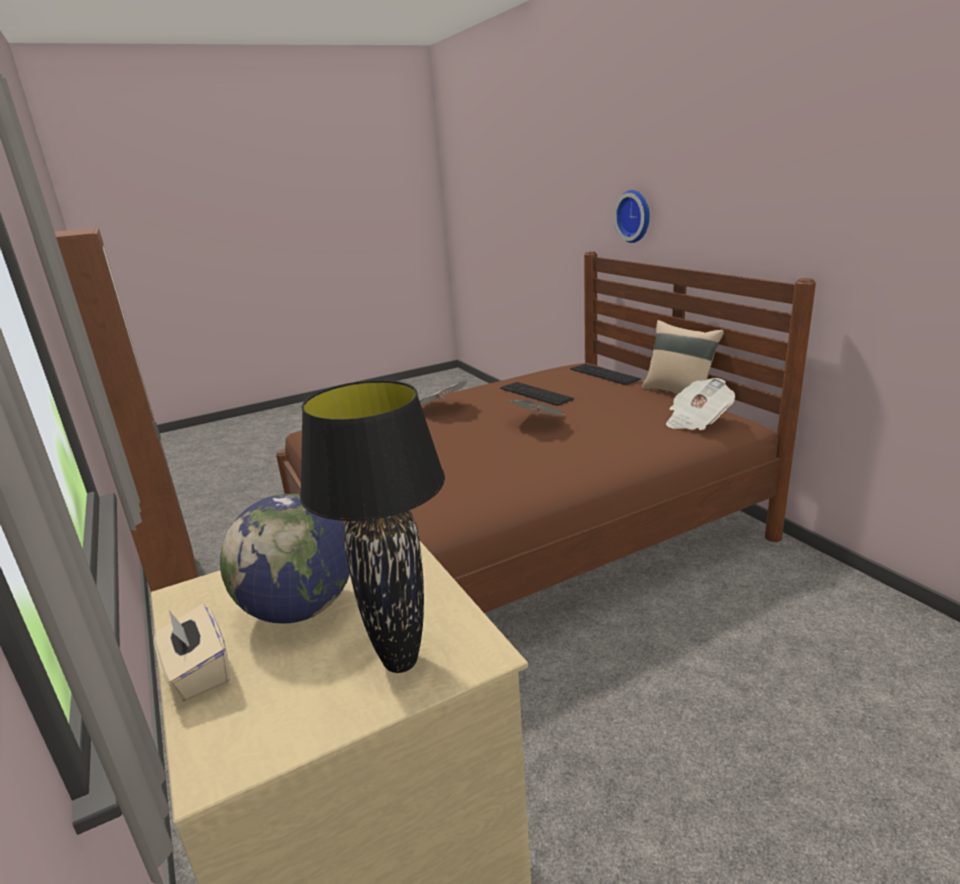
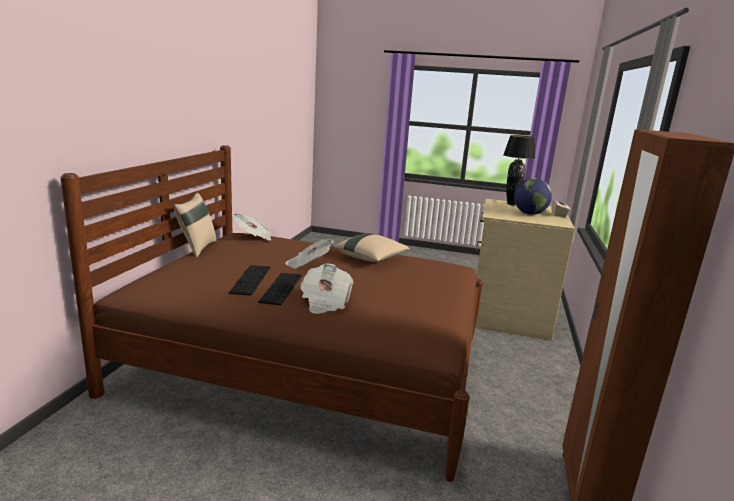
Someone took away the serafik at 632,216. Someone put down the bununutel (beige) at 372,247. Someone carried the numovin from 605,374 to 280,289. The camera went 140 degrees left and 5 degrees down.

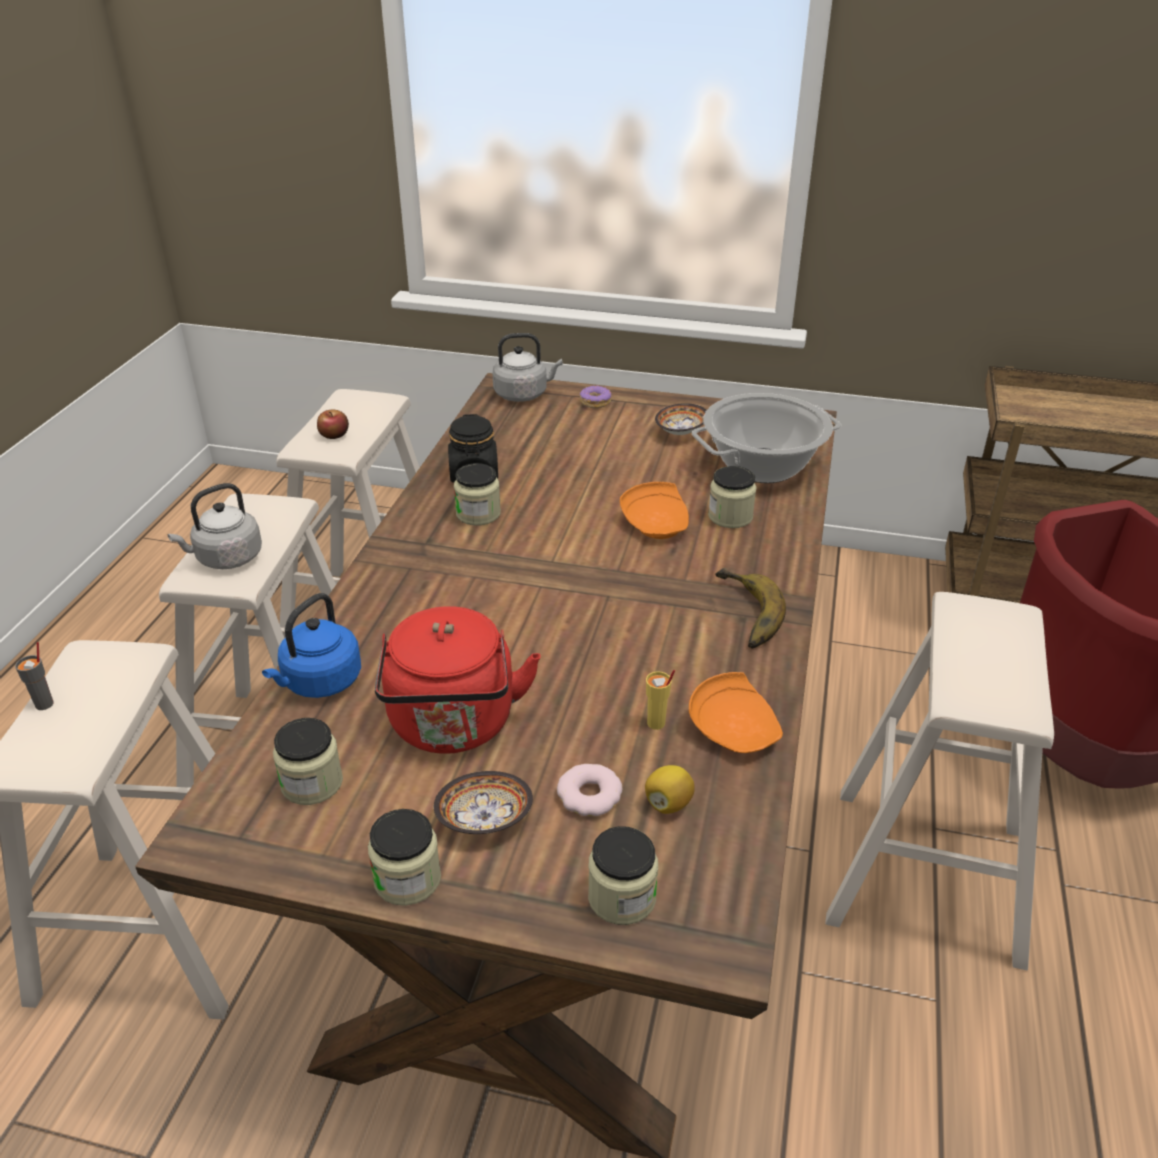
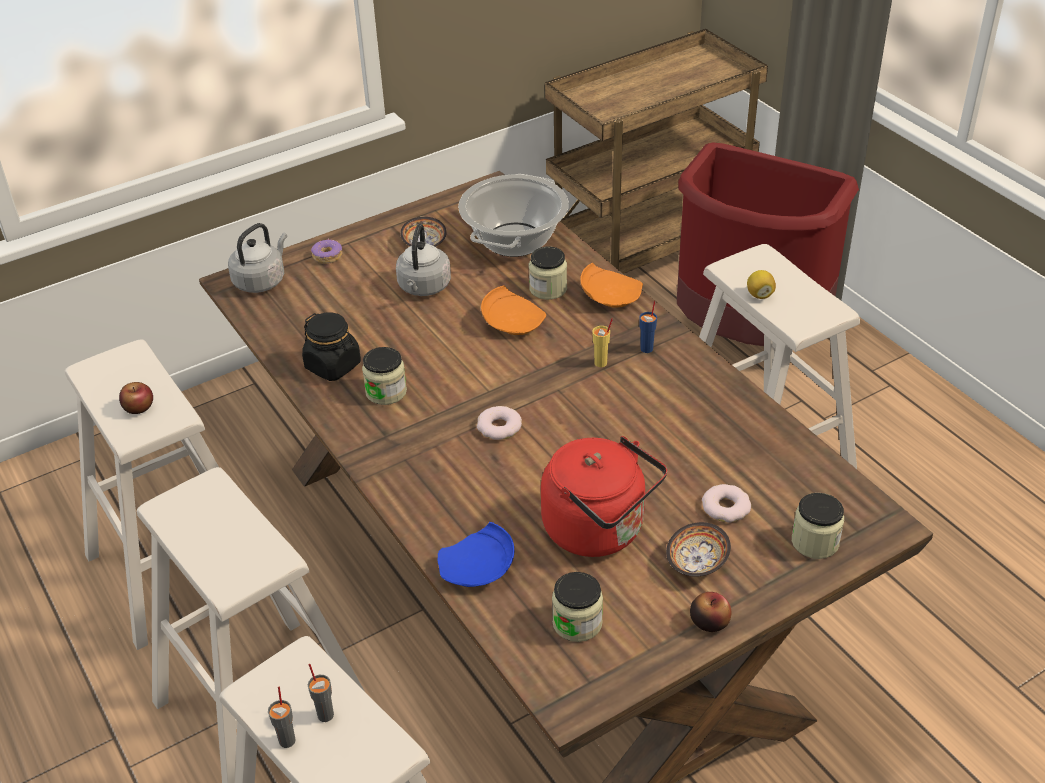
Someone put down the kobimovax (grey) at 321,693. Someone put down the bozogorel at 499,423. Someone carried the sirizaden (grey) from 215,526 to 423,260. Someone carried the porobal from 670,789 to 761,284. Someone carried the kobimovax (yellow) from 660,700 to 602,342. Someone carried the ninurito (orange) from 736,712 to 611,285. Someone swapped the sirizaden (blue) at 311,645 for the ninurito (blue) at 476,554. Someone swapped the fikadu at 404,857 for the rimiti at 710,612. Someone swapped the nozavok at 750,608 for the kobimovax (blue) at 648,327. The camera went 45 degrees left and 5 degrees up.

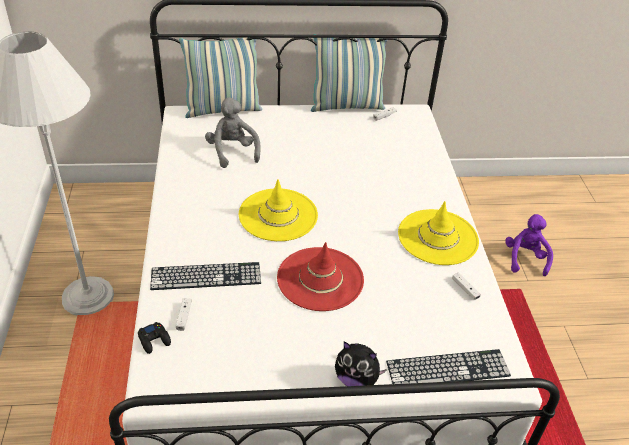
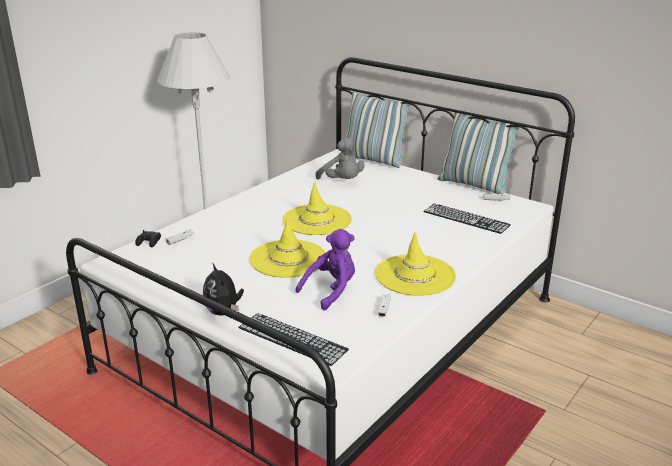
Someone carried the numovin from 205,276 to 467,218. Someone carried the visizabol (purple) from 529,245 to 325,269. Someone repainted the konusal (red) at 320,276, which became the konusal (yellow) at 288,248. Someone rotated the visizabol (grey) at 233,132 by 120 degrees clockwise. The camera went 45 degrees right and 15 degrees down.

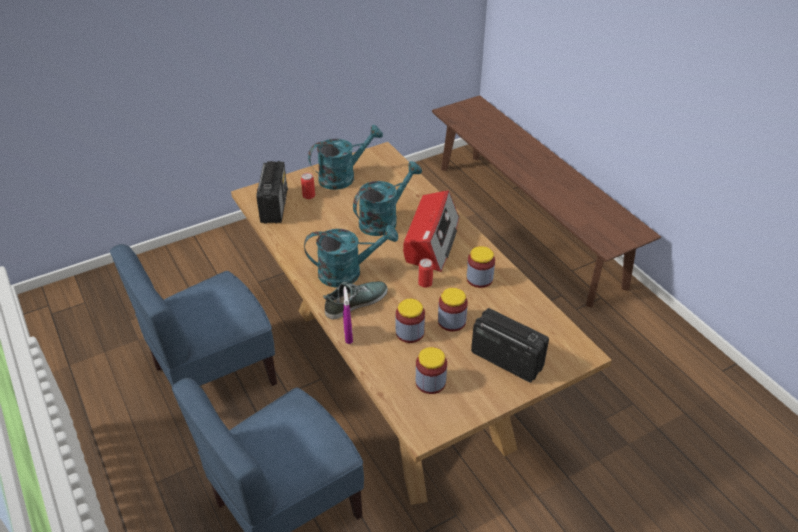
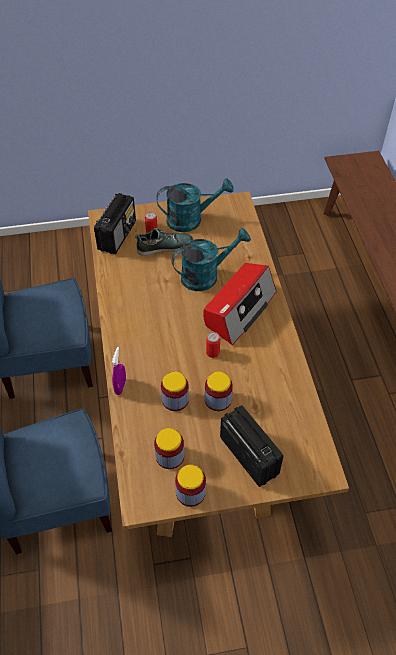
Someone took away the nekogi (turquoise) at 351,256. Someone carried the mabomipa from 355,300 to 164,242. Someone carried the fikadu from 480,267 to 190,486. The camera went 20 degrees right and 10 degrees up.

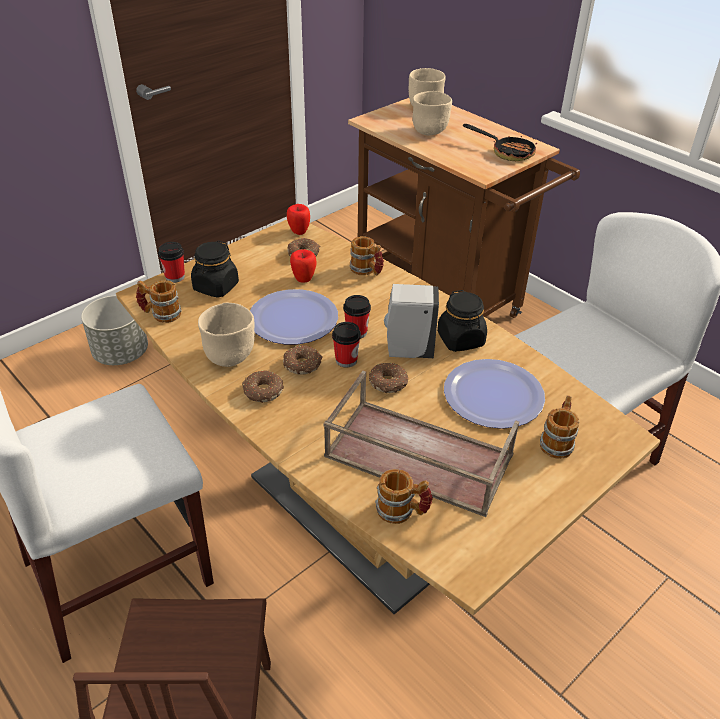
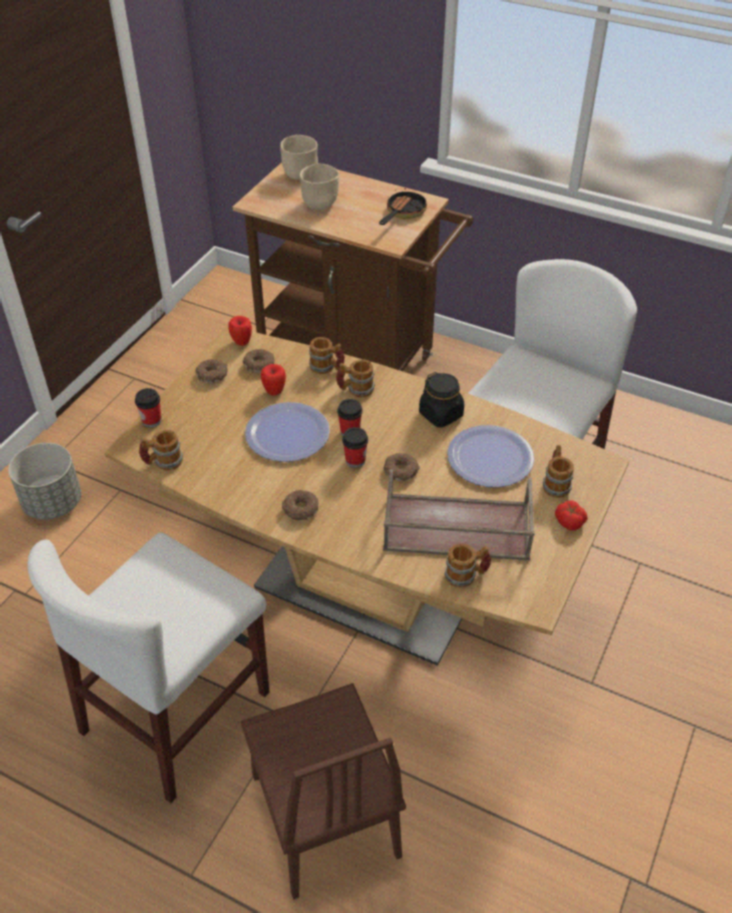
Someone took away the fikadu (black) at 215,269. Someone took away the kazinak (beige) at 226,335. Someone took away the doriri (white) at 411,321. Someone put down the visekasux at 355,378. Someone put down the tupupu at 571,515. Someone carried the bozogorel from 303,360 to 211,371. Someone rotated the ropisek at 500,142 by 75 degrees counterclockwise. The camera went 20 degrees left and 5 degrees up.

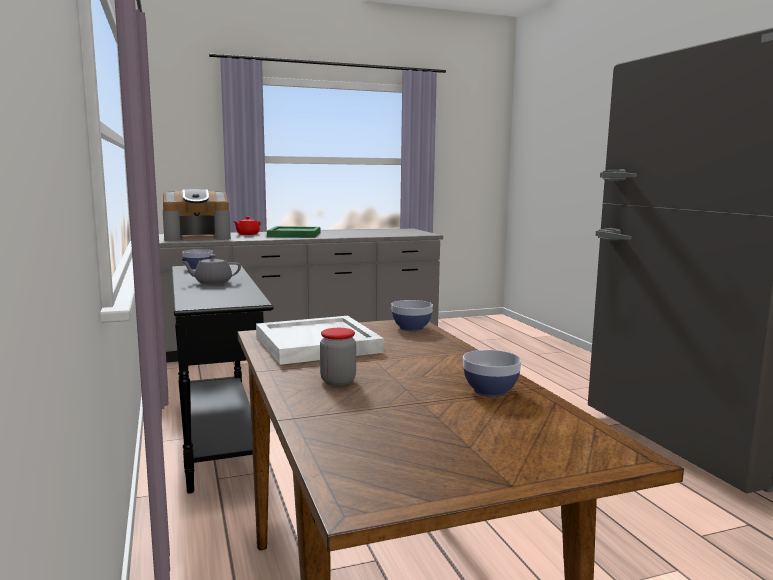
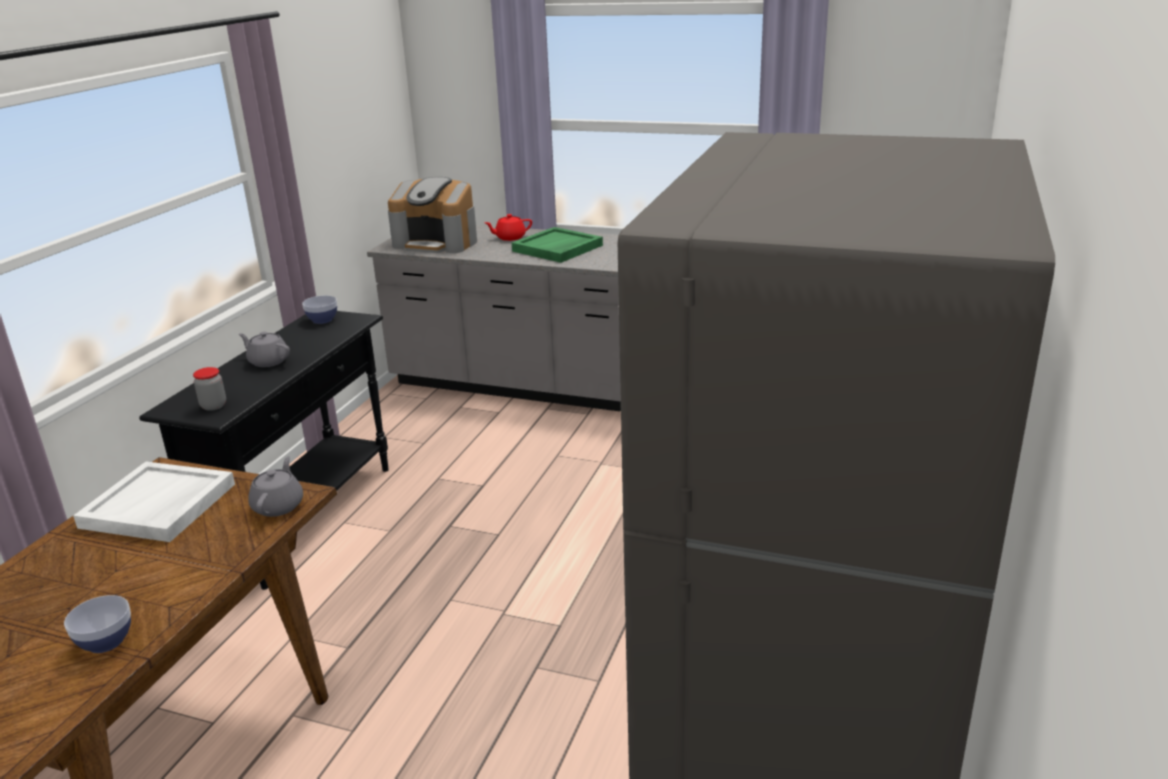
Someone carried the fikadu from 338,357 to 209,389. Someone swapped the kazinak at 412,315 for the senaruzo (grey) at 275,486. The camera went 40 degrees right and 15 degrees up.

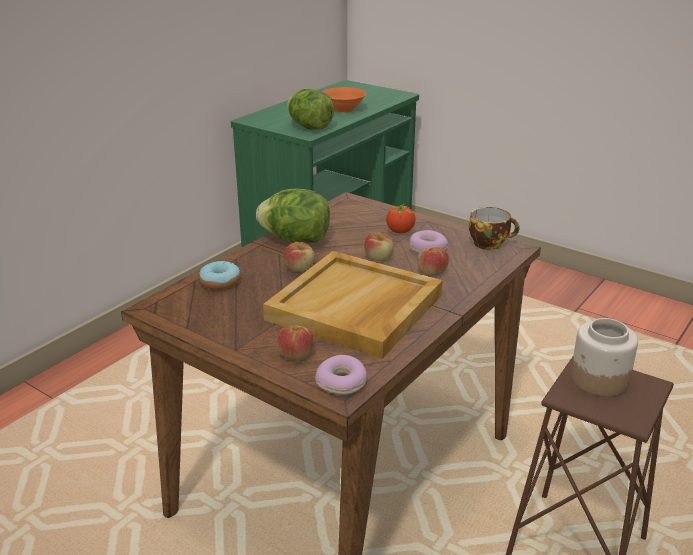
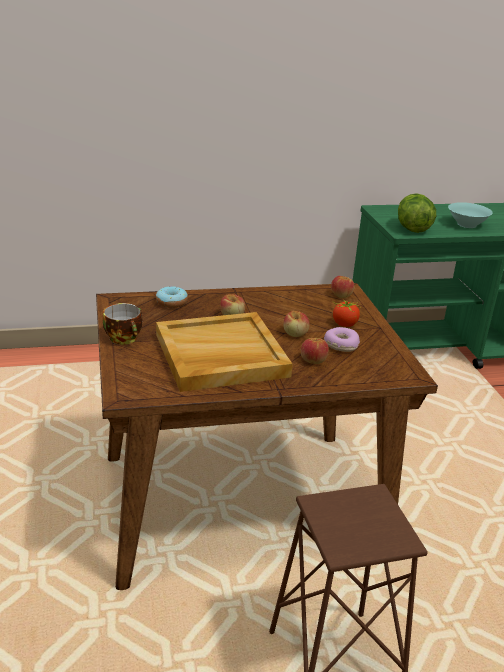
Someone took away the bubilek at 293,216. Someone took away the bozogorel at 341,375. Someone took away the fikadu at 604,357. Someone carried the rimiti from 295,342 to 342,287. Someone carried the kobimovax from 494,228 to 122,324. Someone repainted the kazinak (orange) at 344,100, which became the kazinak (turquoise) at 470,215. The camera went 40 degrees right and 0 degrees up.

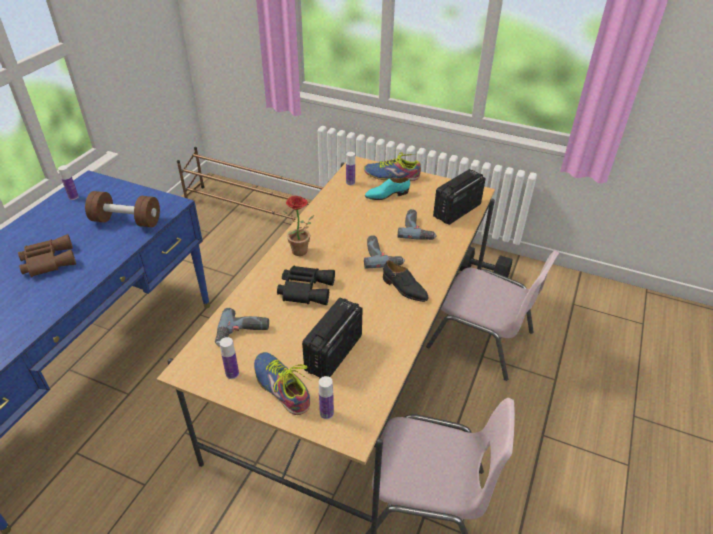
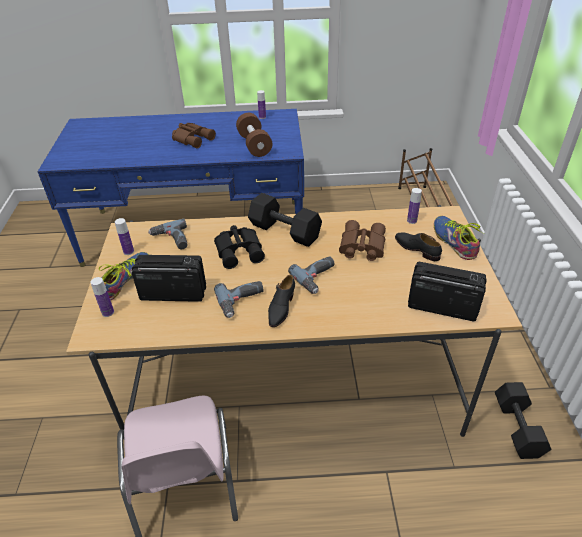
Someone took away the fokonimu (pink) at 492,316. Someone put down the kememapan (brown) at 362,240. Someone carried the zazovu from 417,224 to 239,299. Someone swapped the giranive at 298,226 for the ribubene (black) at 285,220. Someone repainted the mabomipa (turquoise) at 387,188, which became the mabomipa (black) at 418,246. The camera went 65 degrees right and 0 degrees up.

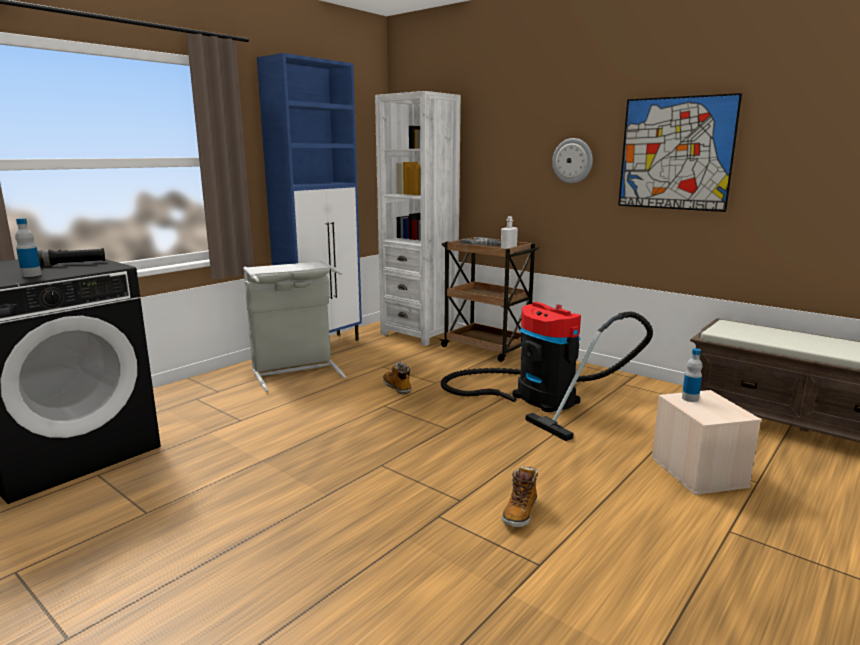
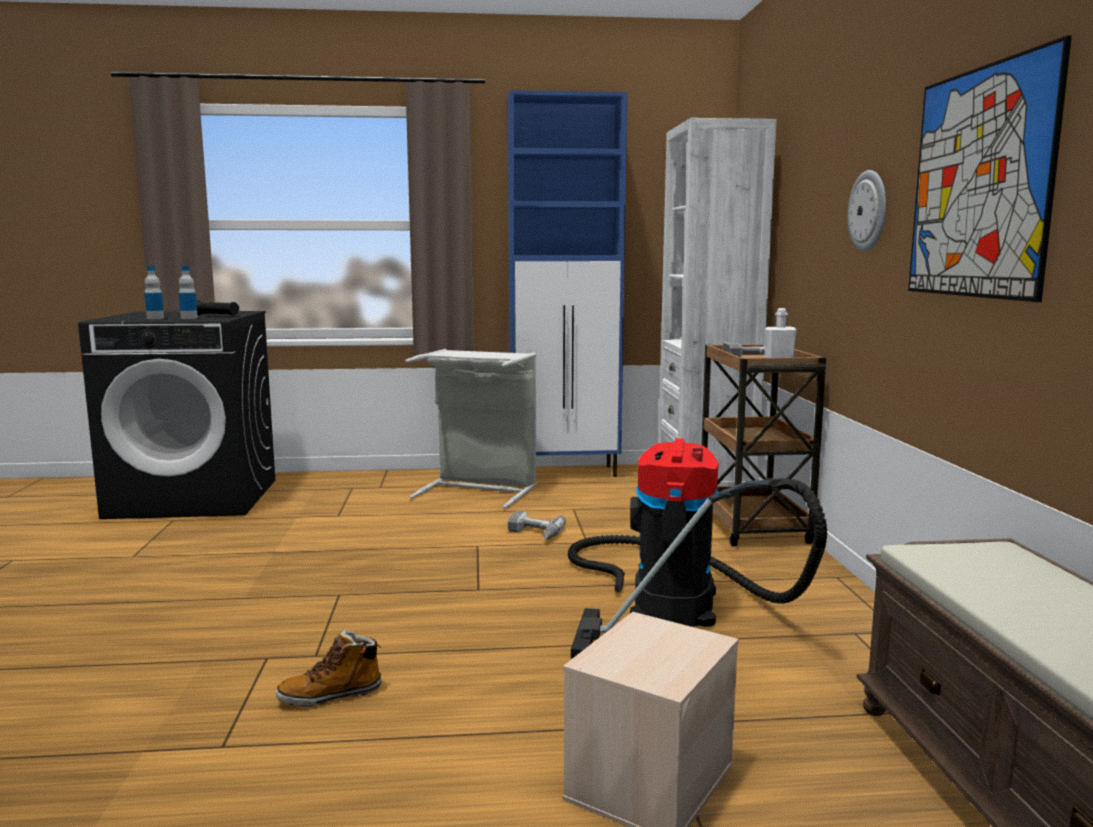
Someone carried the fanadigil from 692,375 to 188,292. Someone swapped the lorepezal at 397,377 for the zazovu at 537,525. The camera went 45 degrees right and 5 degrees down.

